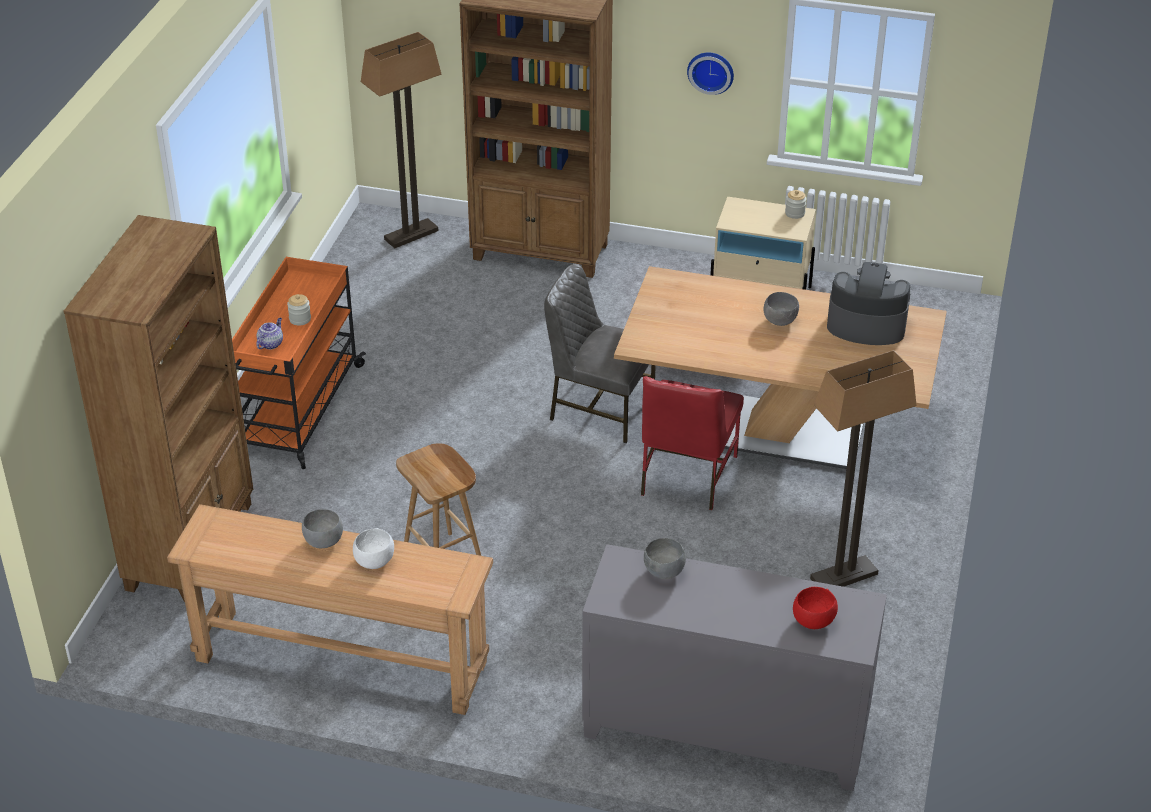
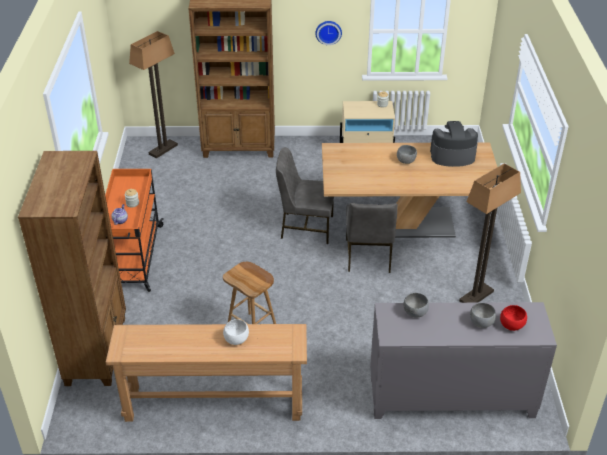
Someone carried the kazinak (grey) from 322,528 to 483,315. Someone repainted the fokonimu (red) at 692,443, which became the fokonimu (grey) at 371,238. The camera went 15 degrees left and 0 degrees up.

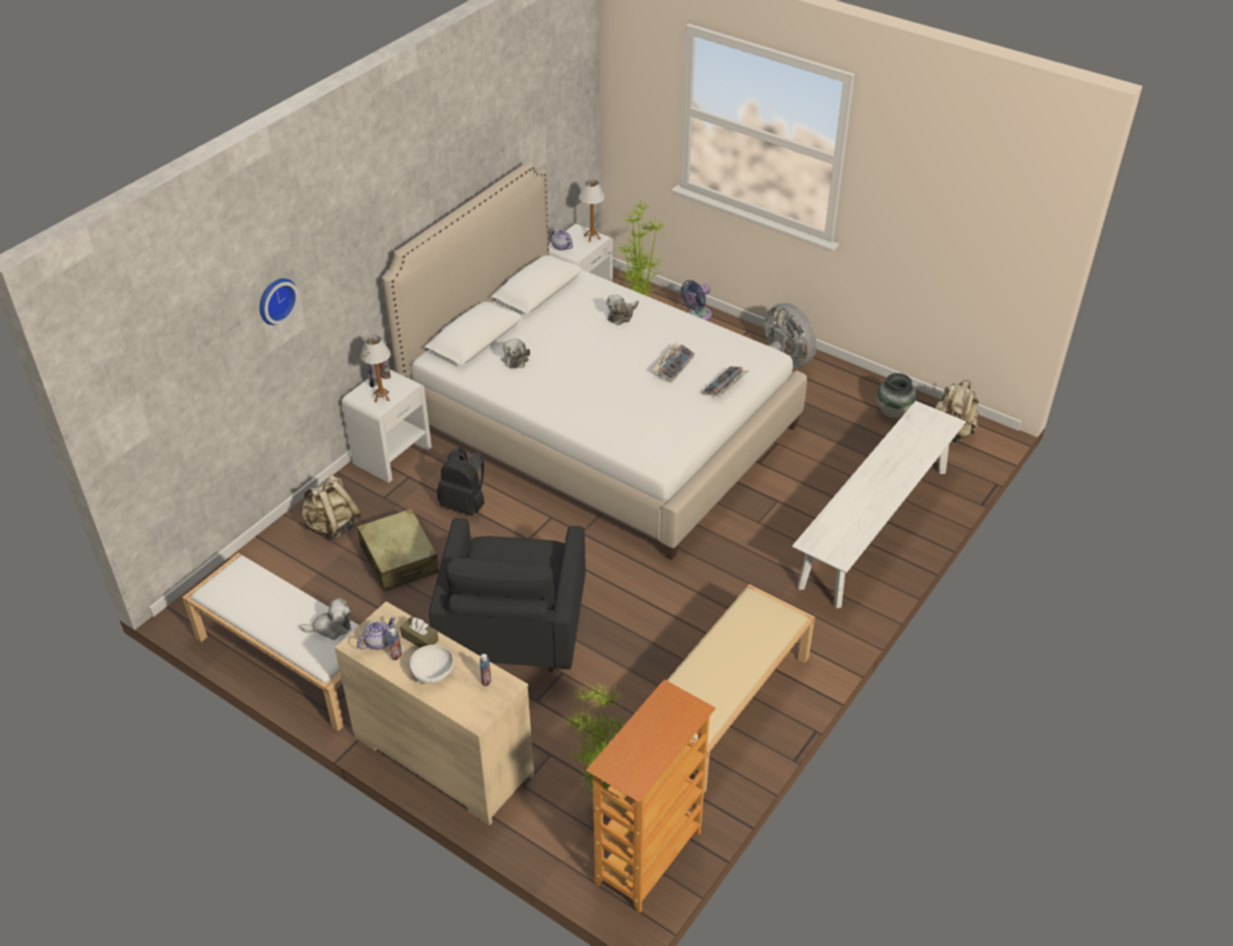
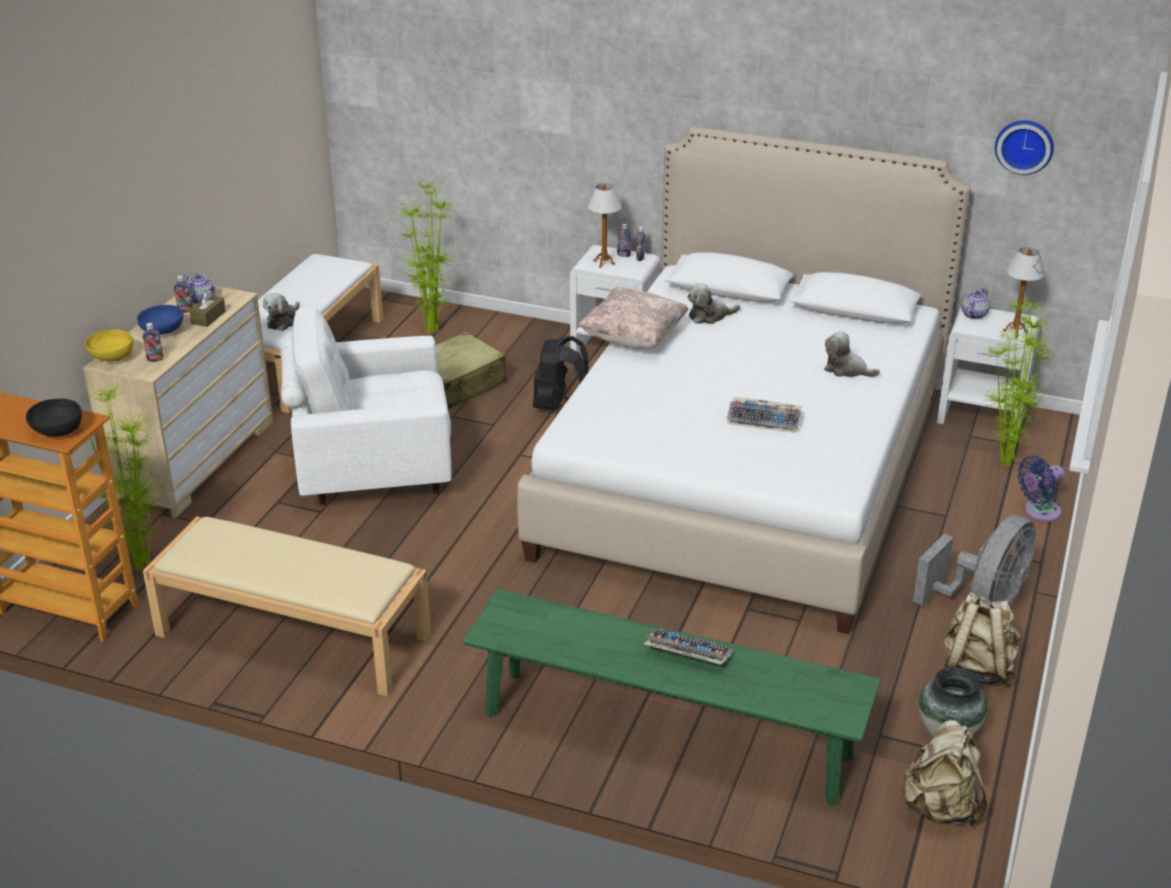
Someone put down the kazinak (black) at 54,418. Someone put down the kazinak (yellow) at 109,345. Someone put down the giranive at 427,257. Someone put down the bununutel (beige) at 633,318. Someone carried the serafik from 279,301 to 1024,147. Someone carried the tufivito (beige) from 330,508 to 982,638. Someone carried the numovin from 724,381 to 688,646. Someone repainted the kazinak (white) at 431,664, which became the kazinak (blue) at 160,320. Someone repainted the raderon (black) at 507,595, which became the raderon (white) at 366,406. Someone repainted the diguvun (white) at 879,504, which became the diguvun (green) at 672,697. Someone rotated the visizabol at 325,619 by 45 degrees clockwise. Someone rotated the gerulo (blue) at 696,300 by 60 degrees counterclockwise. The camera went 75 degrees right and 10 degrees down.

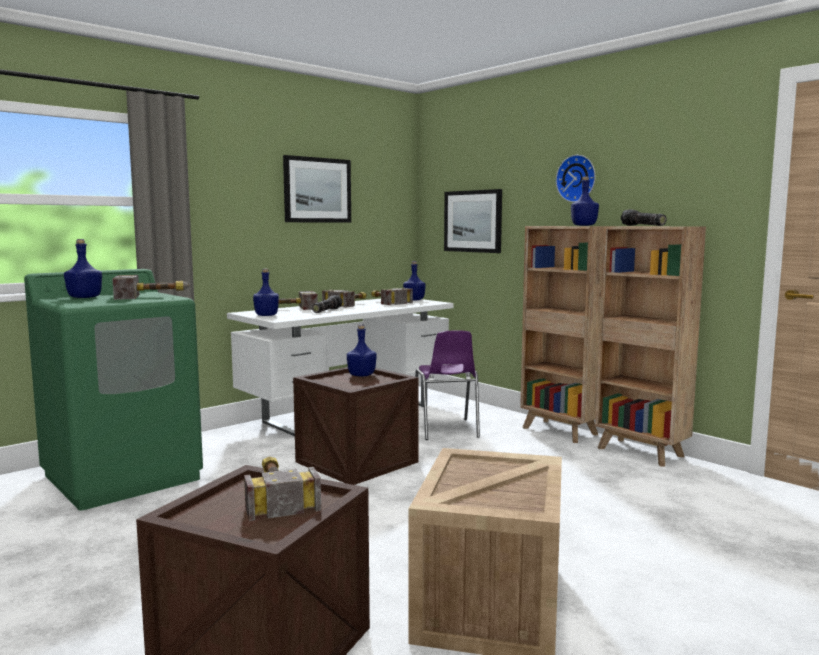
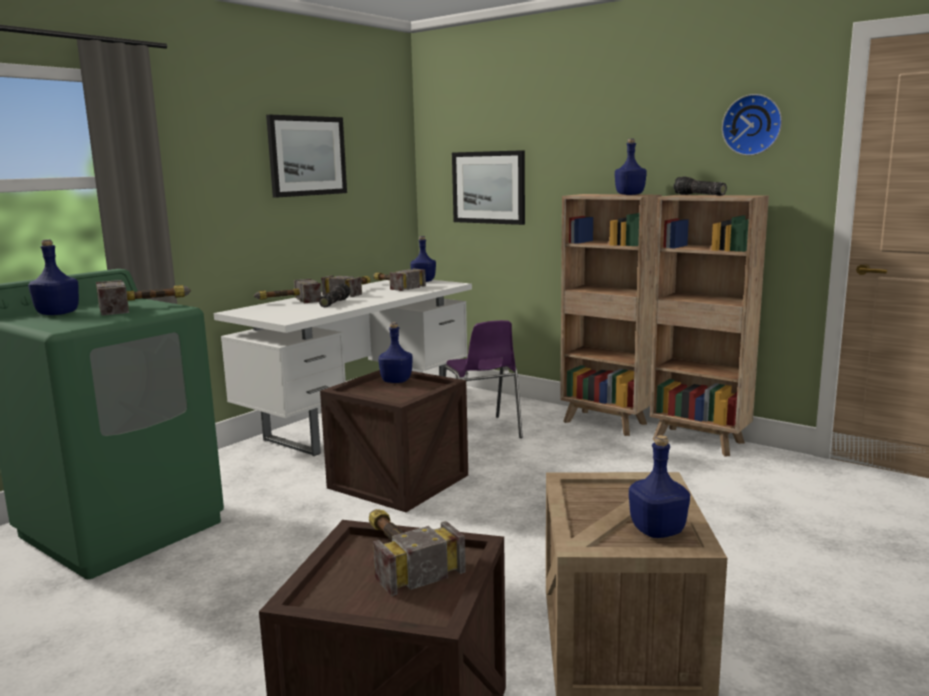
Someone carried the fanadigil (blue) from 266,292 to 659,486. Someone carried the serafik from 576,178 to 752,125. The camera went 10 degrees left and 5 degrees up.

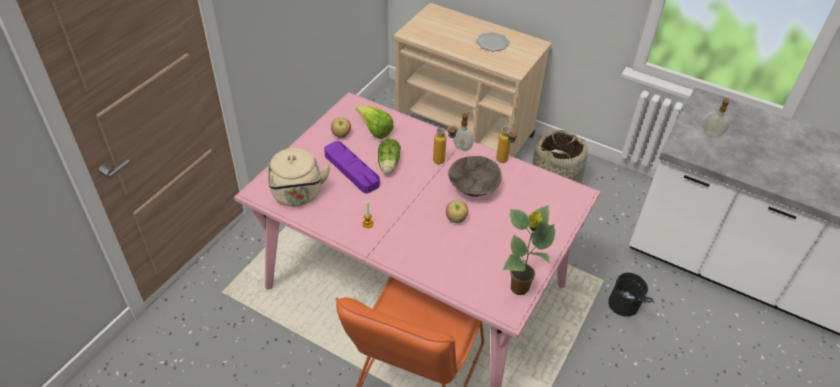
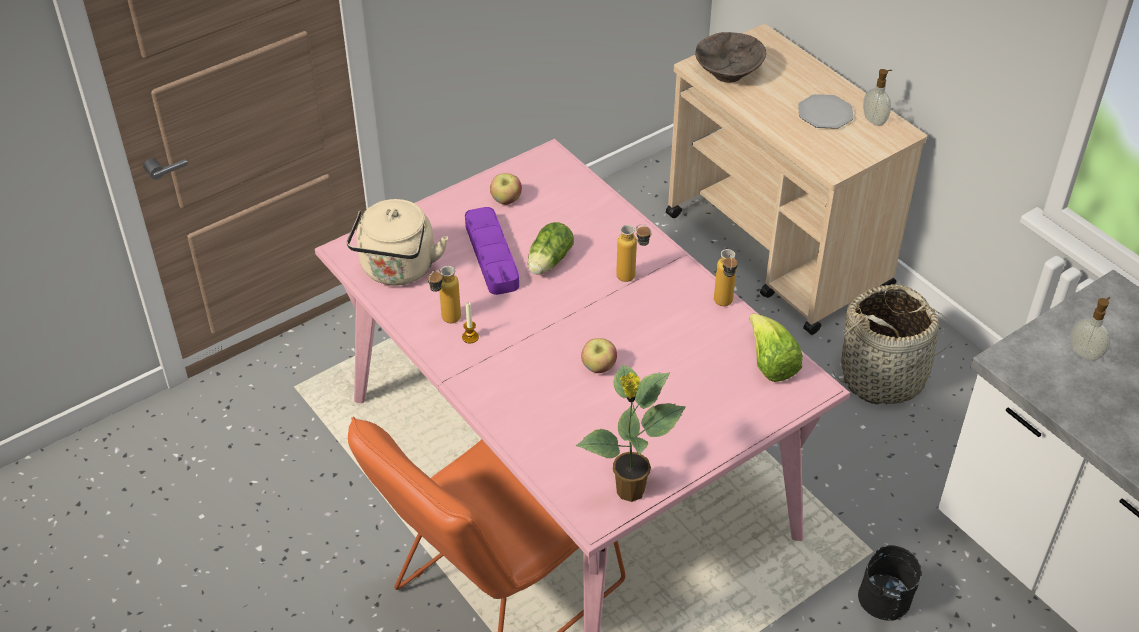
Someone put down the fanadigil at 444,294. Someone carried the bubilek from 375,122 to 776,347. Someone carried the kazinak (brown) from 475,176 to 730,57. Someone carried the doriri from 463,132 to 877,97. The camera went 25 degrees right and 0 degrees up.

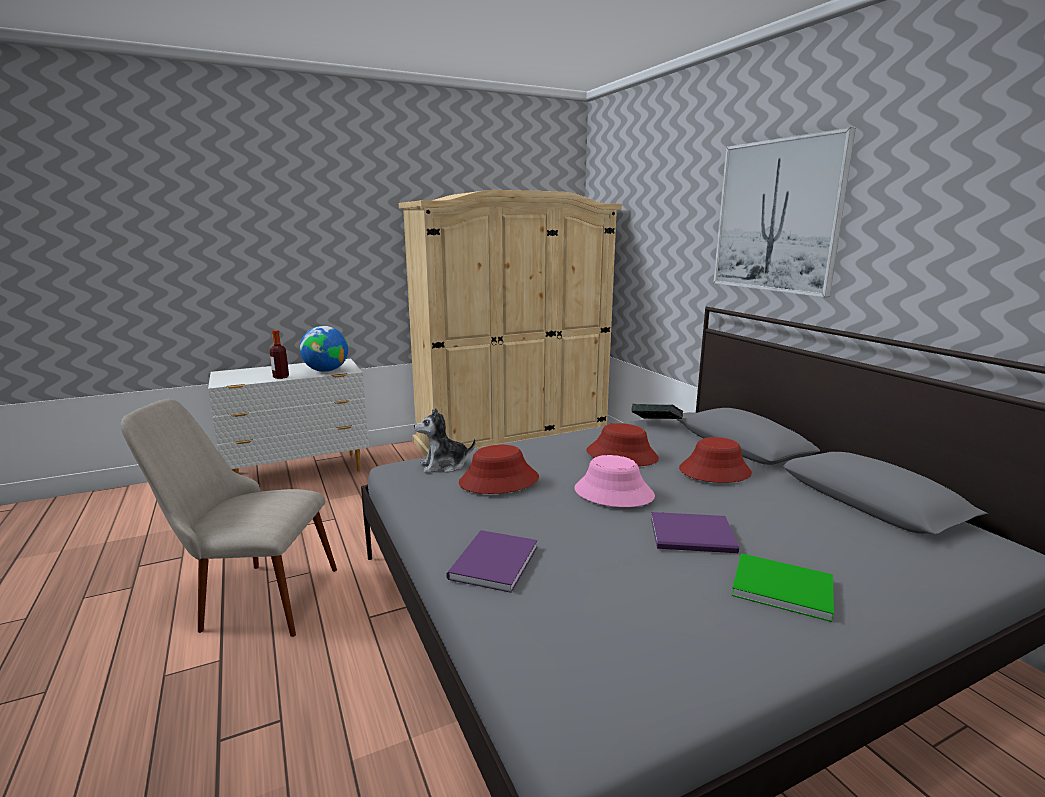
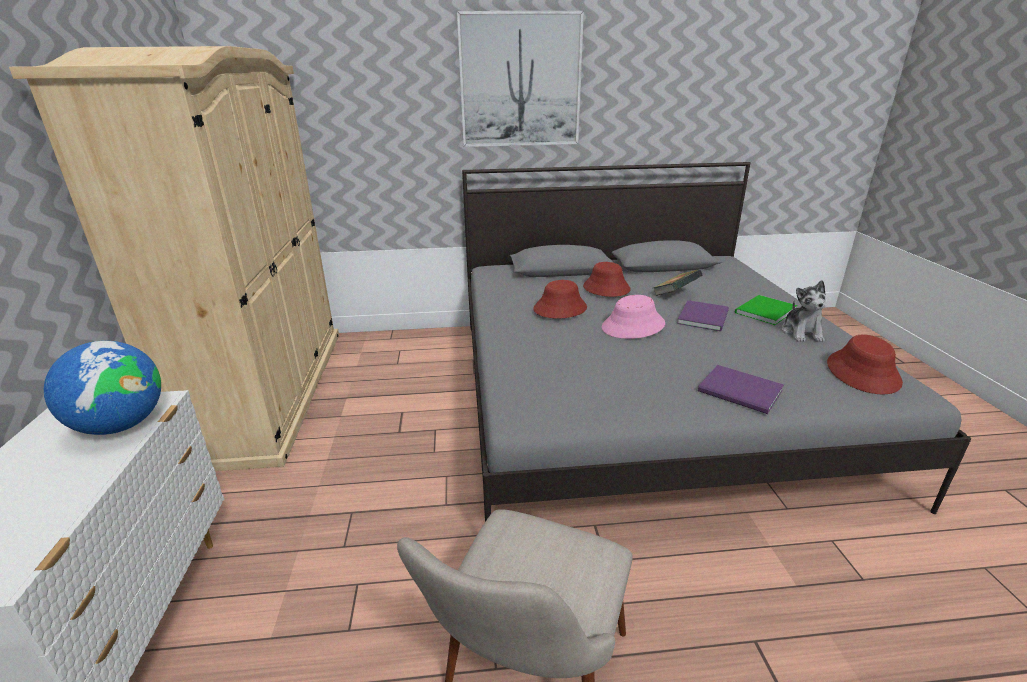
Someone took away the fanadigil at 279,354. Someone carried the visizabol from 445,440 to 804,311. Someone carried the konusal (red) from 499,469 to 865,364. Someone carried the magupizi from 657,411 to 678,282. The camera went 70 degrees left and 10 degrees up.

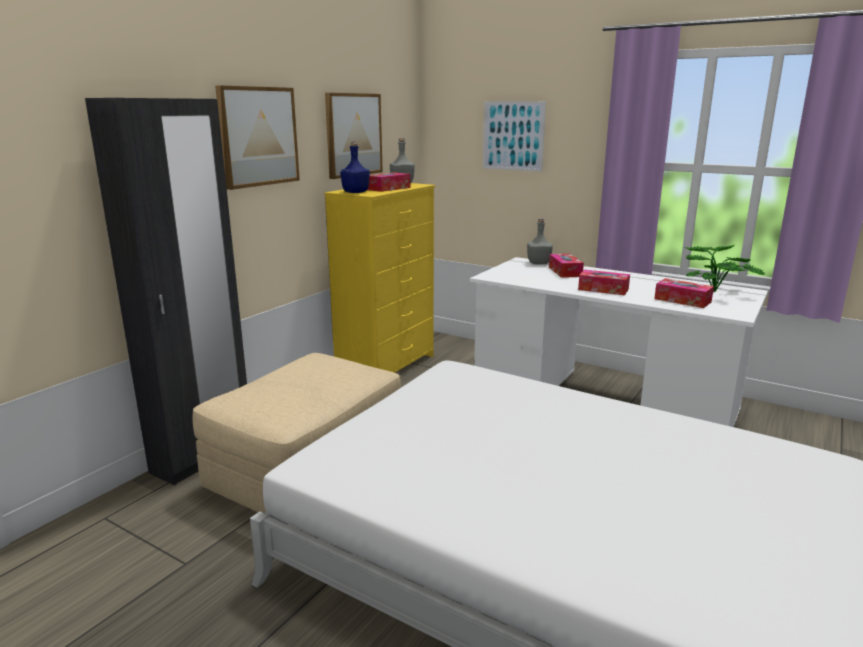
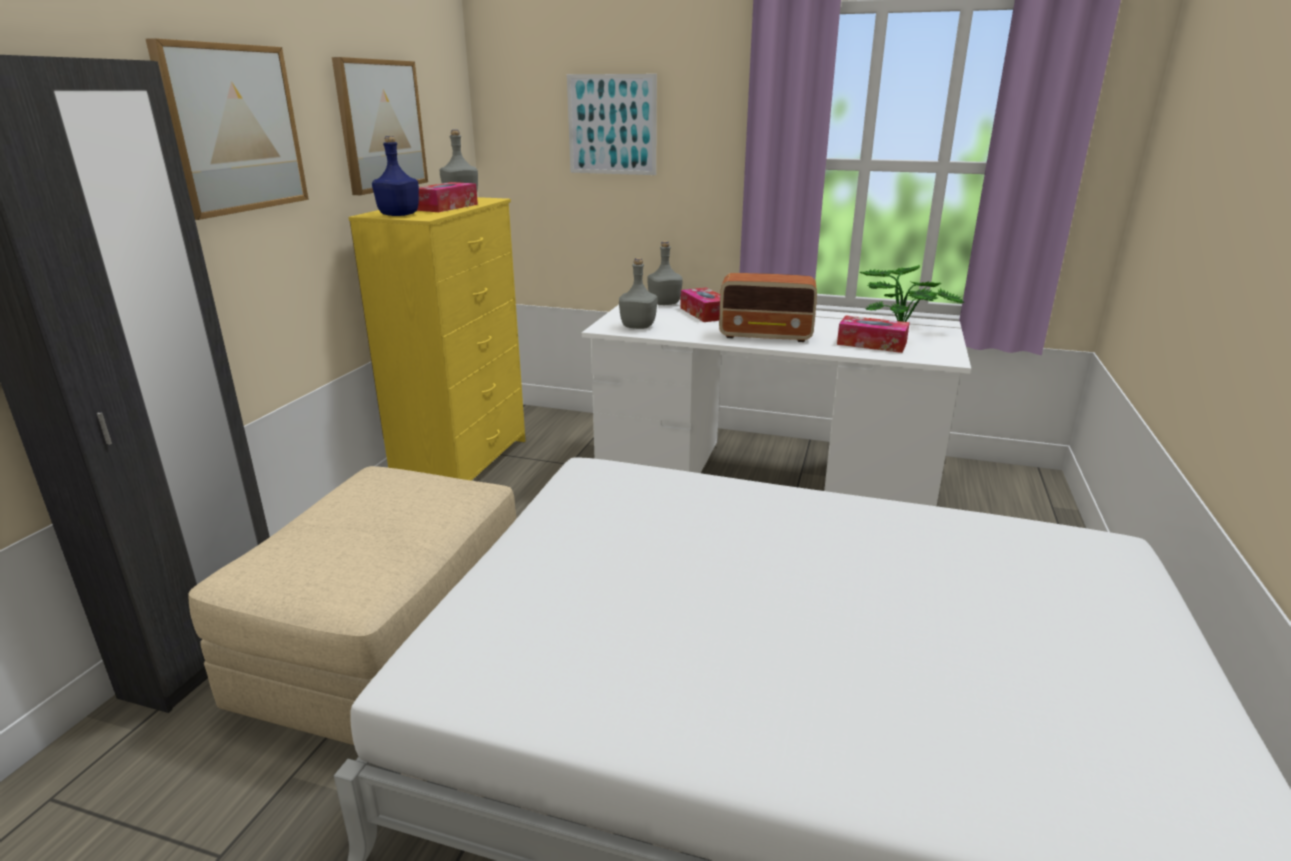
Someone put down the fanadigil (grey) at 638,293. Someone swapped the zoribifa at 604,282 for the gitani at 768,307. The camera went 15 degrees left and 5 degrees up.

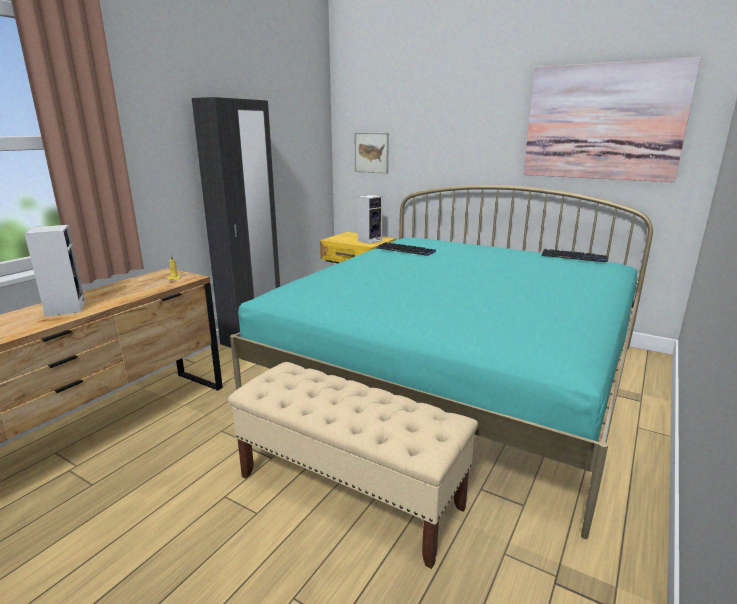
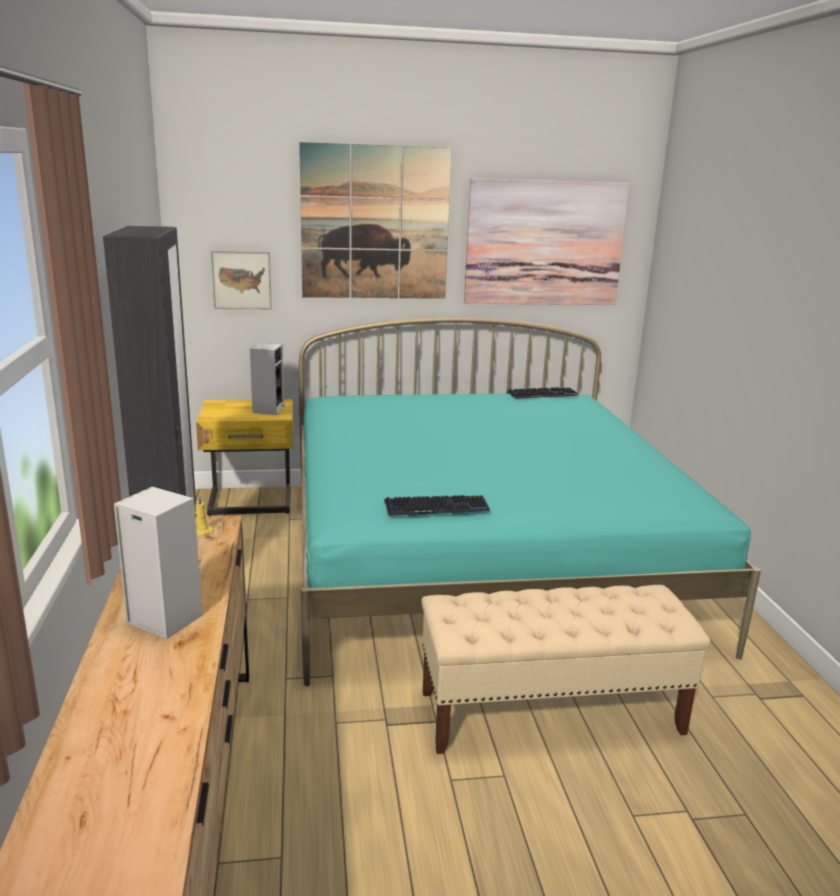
Someone put up the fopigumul at 375,220. Someone carried the numovin from 406,249 to 437,505. The camera went 40 degrees left and 0 degrees up.

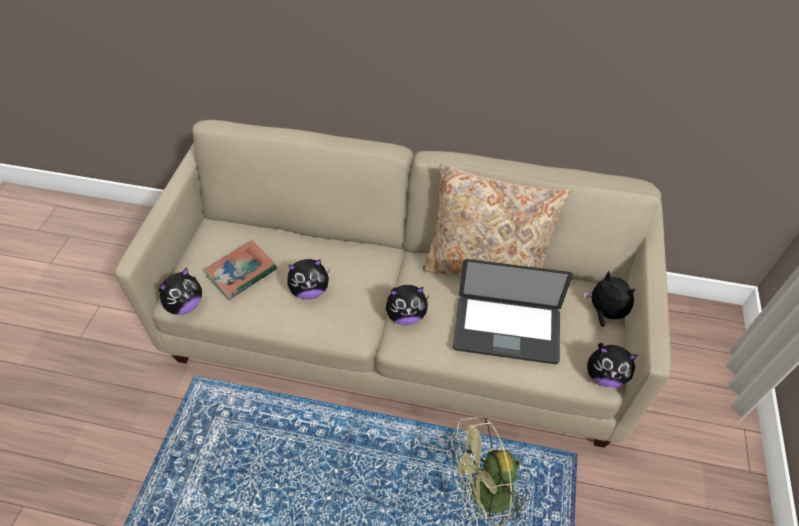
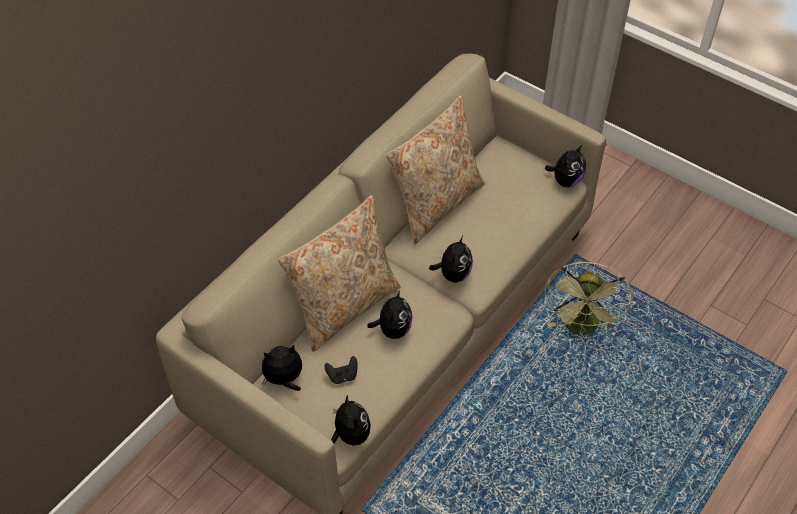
Someone took away the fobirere at 513,311. Someone put down the bununutel (beige) at 339,273. Someone carried the visizabol from 610,298 to 282,367. Someone swapped the magupizi at 240,270 for the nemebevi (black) at 341,370. The camera went 65 degrees left and 0 degrees up.

